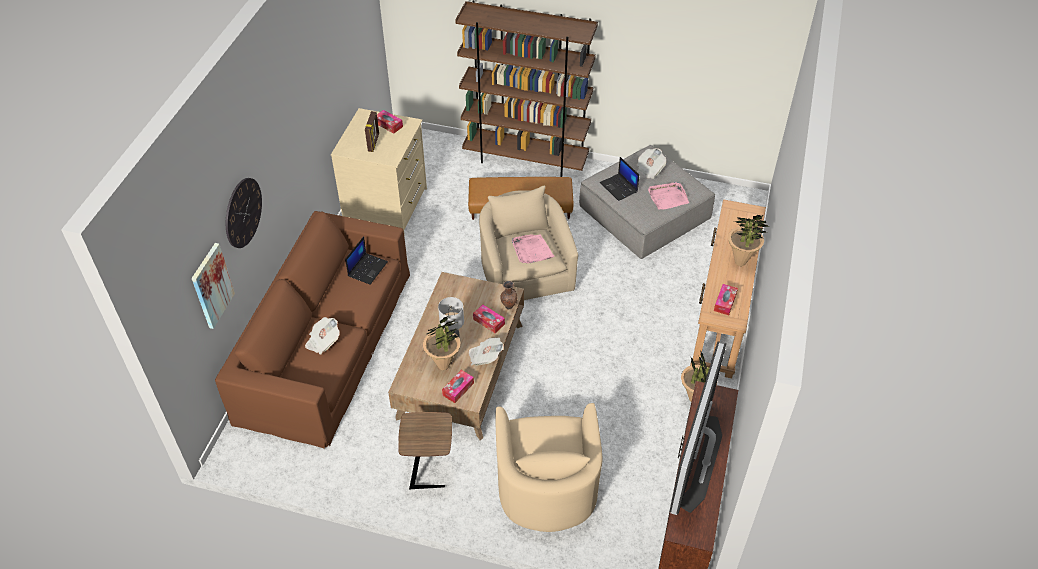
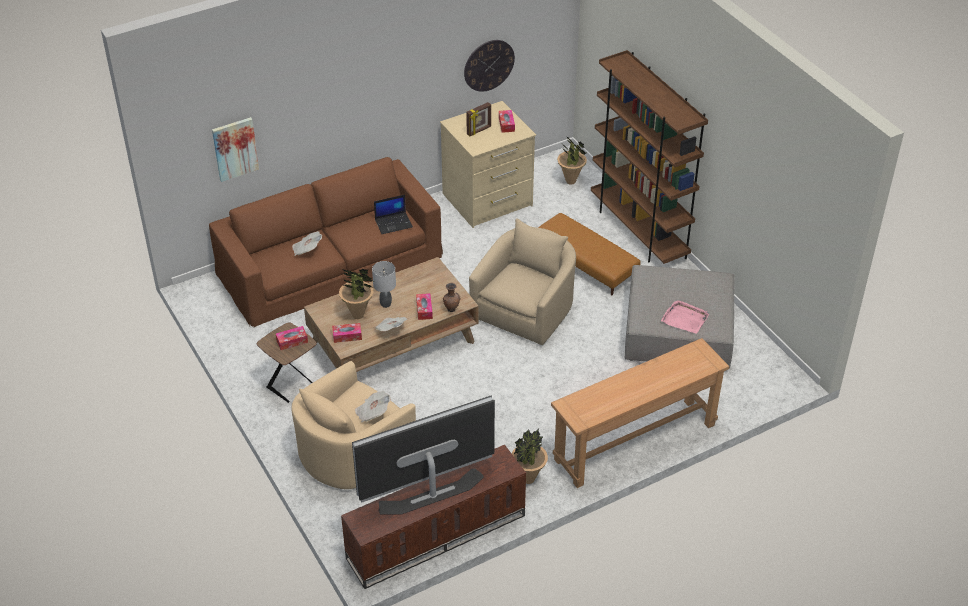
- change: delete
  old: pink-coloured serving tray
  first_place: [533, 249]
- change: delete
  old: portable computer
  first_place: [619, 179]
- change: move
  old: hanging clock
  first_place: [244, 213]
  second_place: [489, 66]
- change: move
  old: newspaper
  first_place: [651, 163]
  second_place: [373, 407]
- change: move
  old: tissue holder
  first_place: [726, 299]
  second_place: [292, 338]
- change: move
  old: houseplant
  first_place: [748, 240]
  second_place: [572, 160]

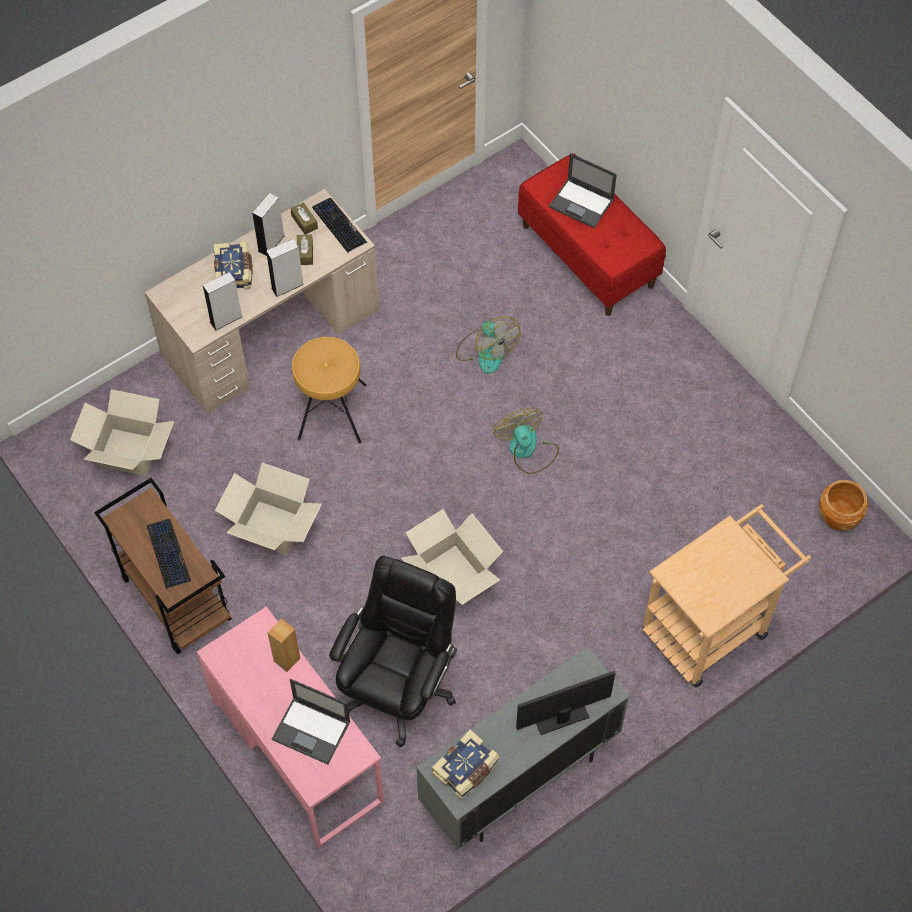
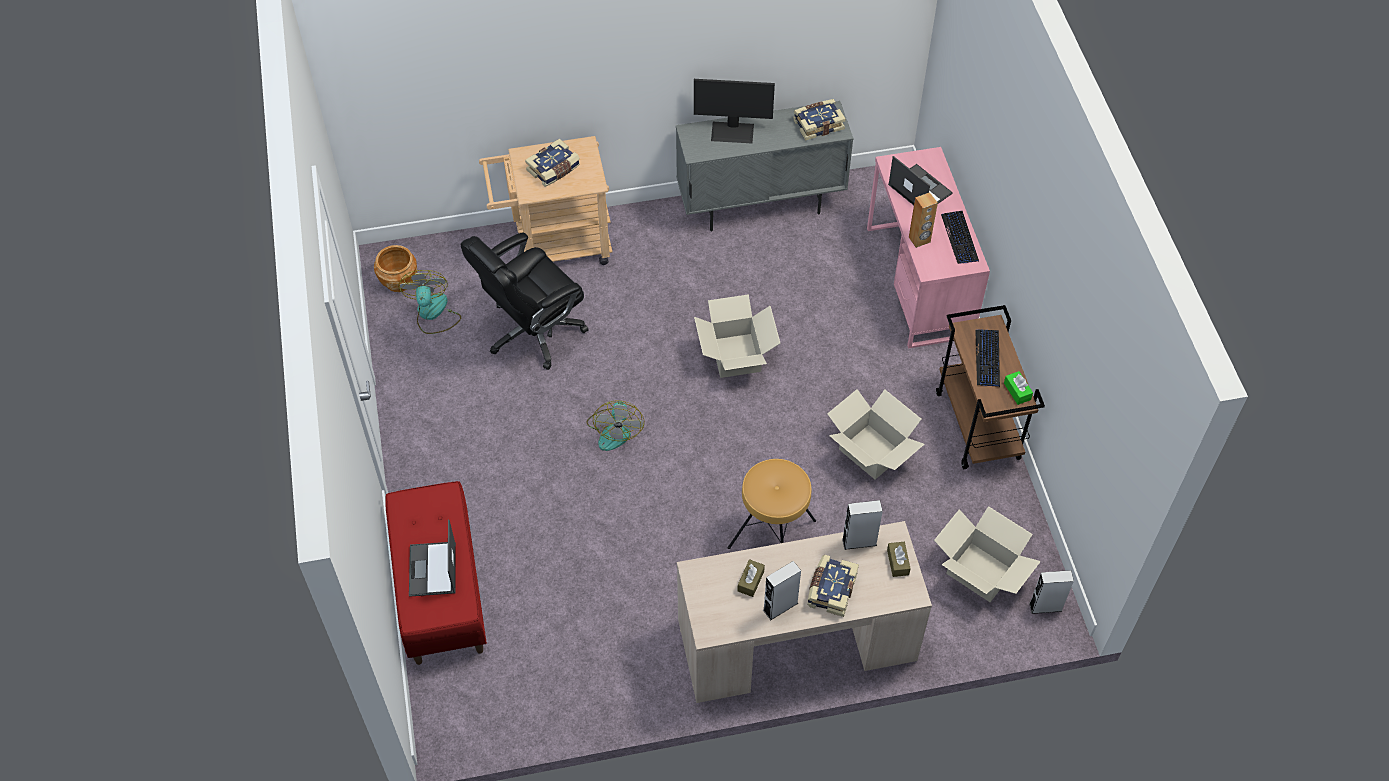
- change: insert
  new: book
  second_place: [552, 162]
- change: insert
  new: green-coloured tissue holder
  second_place: [1018, 388]
- change: move
  old: gray loudspeaker
  first_place: [285, 268]
  second_place: [1051, 592]
- change: move
  old: brown-coloured tissue holder
  first_place: [304, 218]
  second_place: [899, 559]
- change: move
  old: PC keyboard
  first_place: [340, 225]
  second_place: [960, 237]
- change: move
  old: black computer chair
  first_place: [393, 651]
  second_place: [524, 301]
- change: move
  old: cooling fan
  first_place: [488, 345]
  second_place: [429, 302]
- change: rotate
  old: portable computer
  first_place: [583, 190]
  second_place: [432, 558]
  degrees: -150

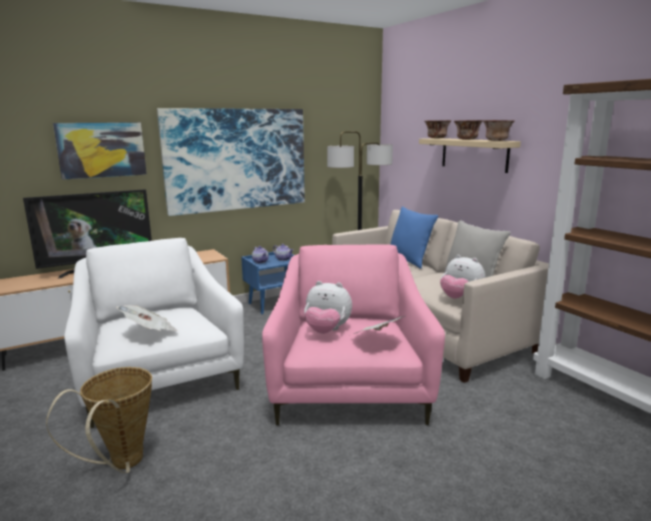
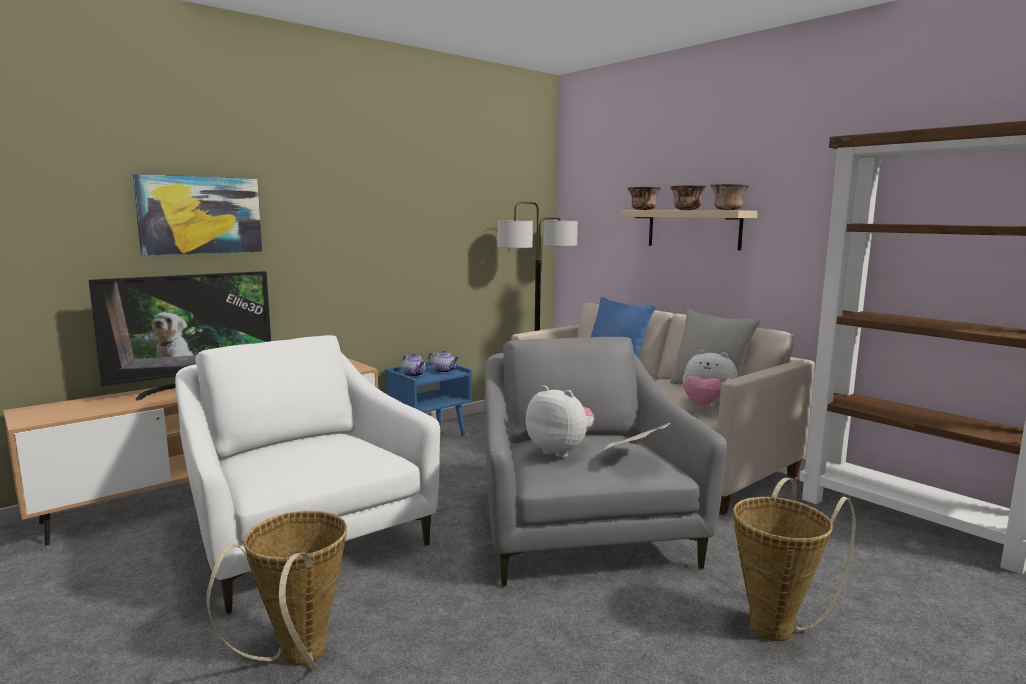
- change: delete
  old: newspaper
  first_place: [146, 318]
- change: delete
  old: picture
  first_place: [231, 162]
- change: insert
  new: household basket
  second_place: [794, 559]
- change: recolor
  old: pink-coloured lounge chair
  new: gray lounge chair
  first_place: [353, 335]
  second_place: [605, 462]
- change: rotate
  old: soft toy
  first_place: [328, 307]
  second_place: [560, 421]
  degrees: -150

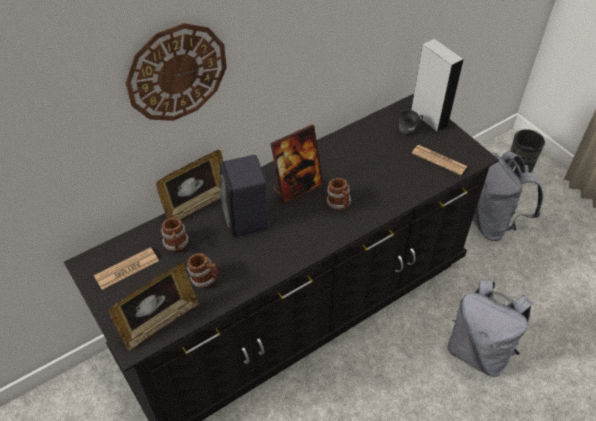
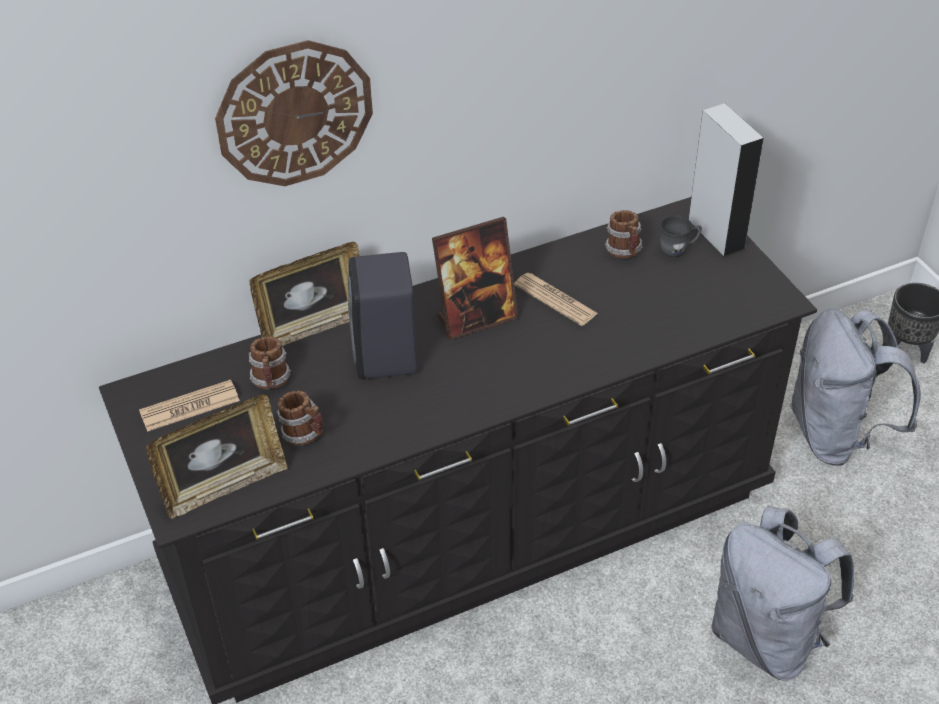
- change: move
  old: mug
  first_place: [339, 194]
  second_place: [624, 234]
- change: move
  old: newspaper
  first_place: [439, 160]
  second_place: [556, 299]

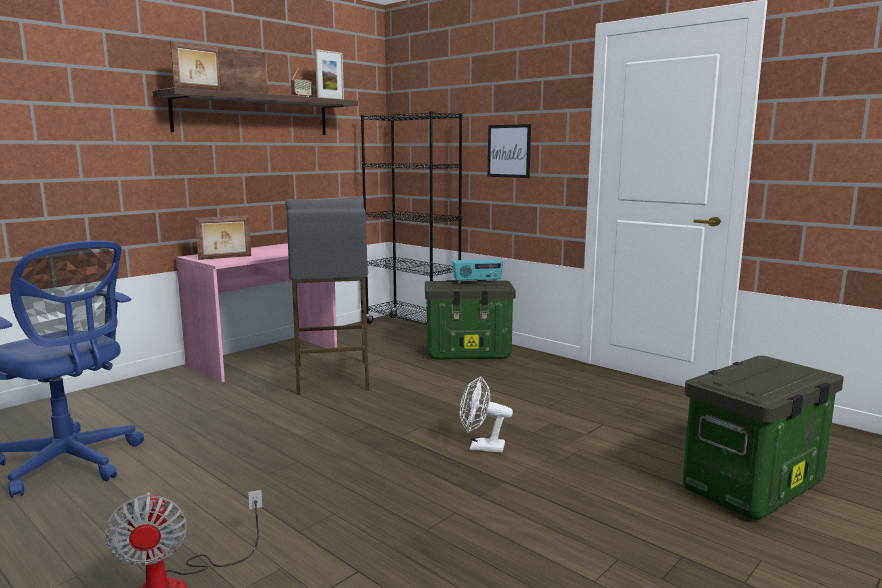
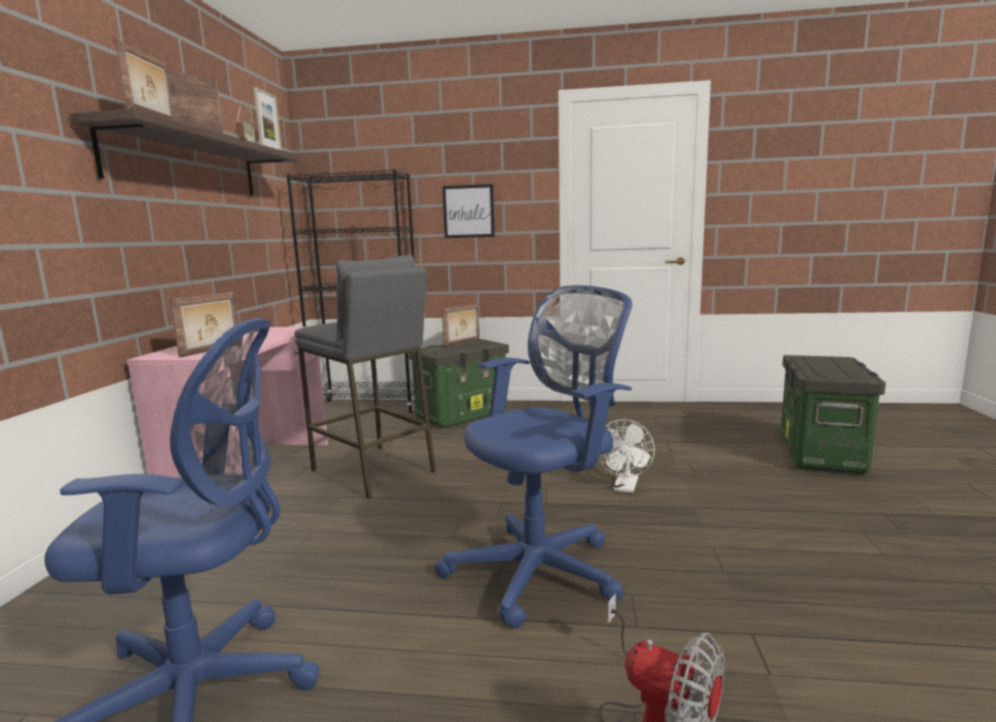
- change: insert
  new: blue-coloured computer chair
  second_place: [533, 456]
- change: replace
  old: radio receiver
  new: standing frame
  first_place: [477, 271]
  second_place: [461, 325]
- change: rotate
  old: whitish cooling fan
  first_place: [486, 414]
  second_place: [627, 456]
  degrees: -45

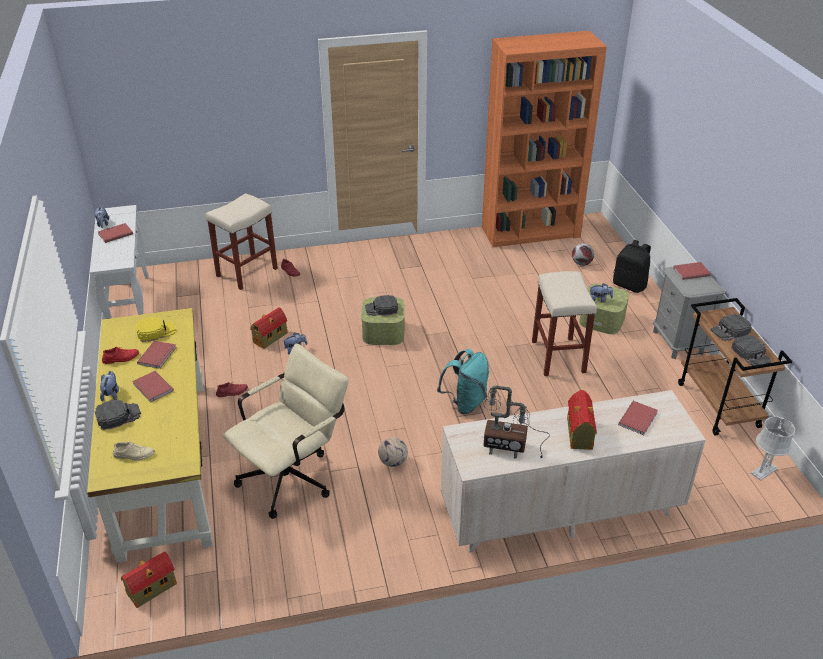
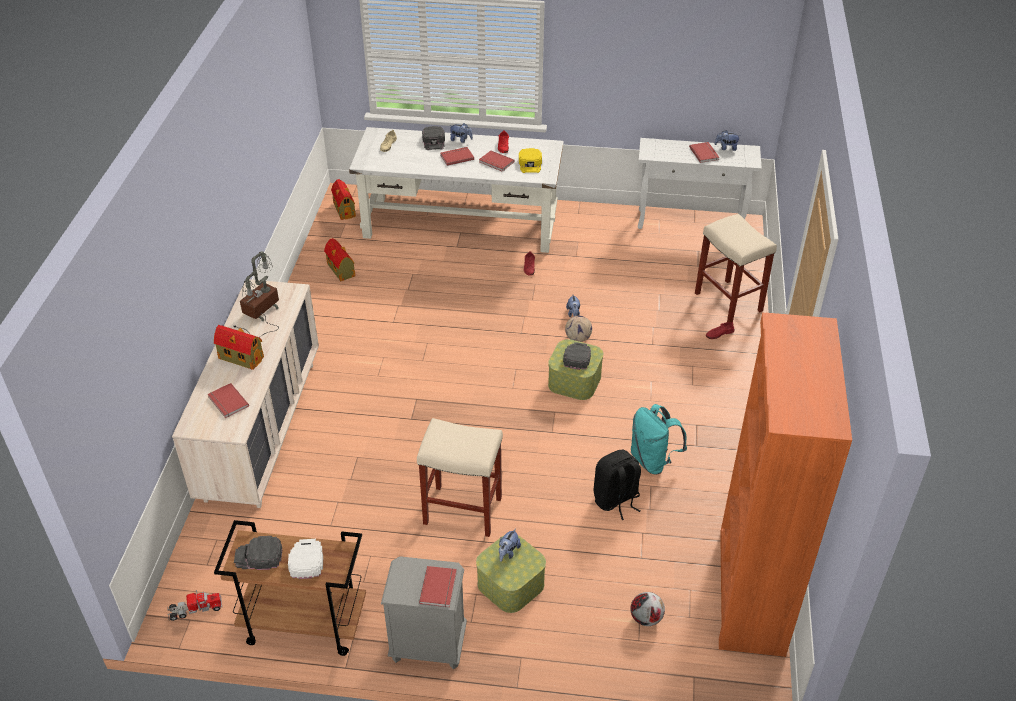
- change: delete
  old: sand-coloured computer chair
  first_place: [286, 431]
- change: move
  old: toy house
  first_place: [269, 328]
  second_place: [339, 259]
- change: move
  old: football
  first_place: [393, 452]
  second_place: [578, 329]
- change: move
  old: turquoise-coloured knapsack
  first_place: [463, 381]
  second_place: [659, 439]
- change: move
  old: black knapsack
  first_place: [632, 266]
  second_place: [617, 485]
- change: replace
  old: gray lamp for a table
  new: model truck
  first_place: [773, 449]
  second_place: [194, 605]
- change: recolor
  old: yellow-coloured desk unit
  new: whitish desk unit
  first_place: [150, 435]
  second_place: [456, 190]
- change: recolor
  old: black baseball cap
  new: whitish baseball cap
  first_place: [731, 327]
  second_place: [305, 559]

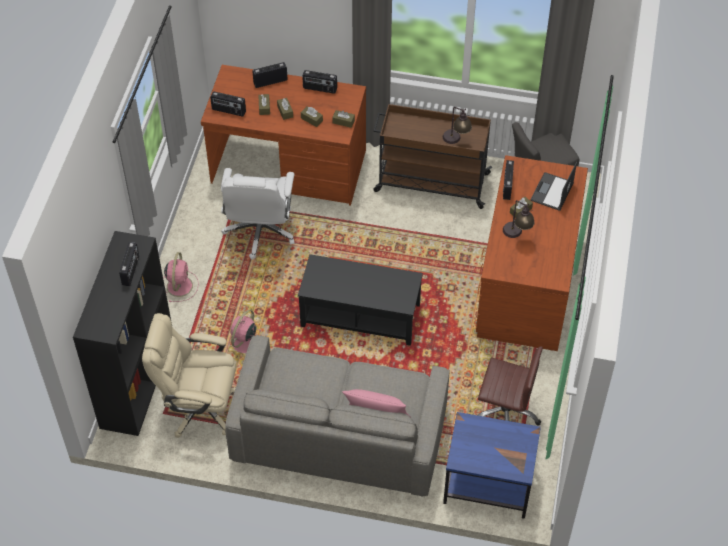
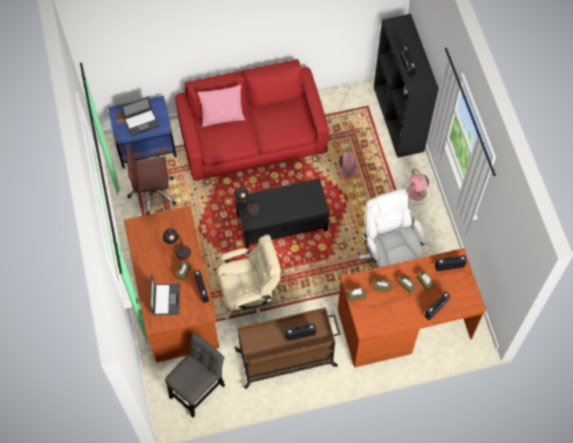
- change: insert
  new: portable computer
  second_place: [140, 116]
- change: move
  old: sand-coloured computer chair
  first_place: [189, 375]
  second_place: [249, 279]
- change: move
  old: radio receiver
  first_place: [319, 82]
  second_place: [301, 332]
- change: move
  old: lamp for a table
  first_place: [457, 125]
  second_place: [247, 201]
- change: recolor
  old: gray settee
  new: red-coloured settee
  first_place: [337, 416]
  second_place: [252, 120]

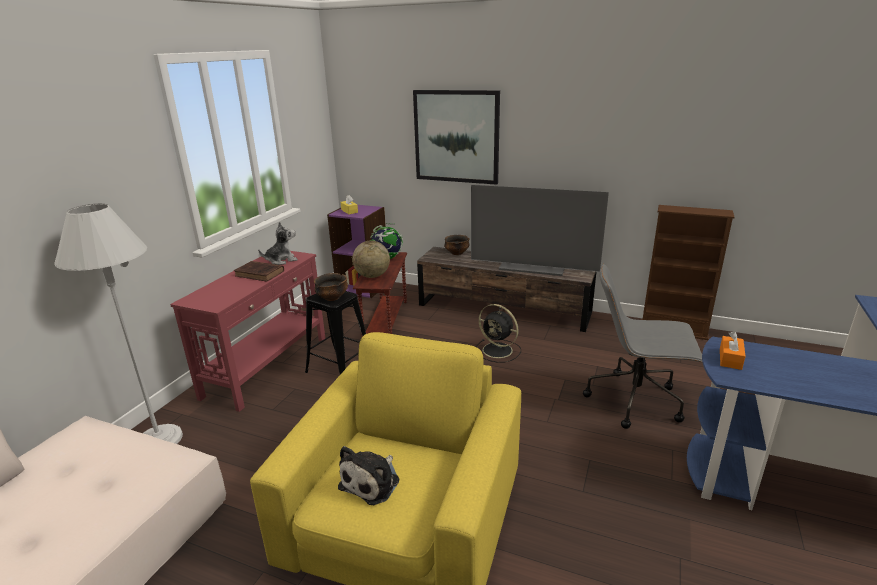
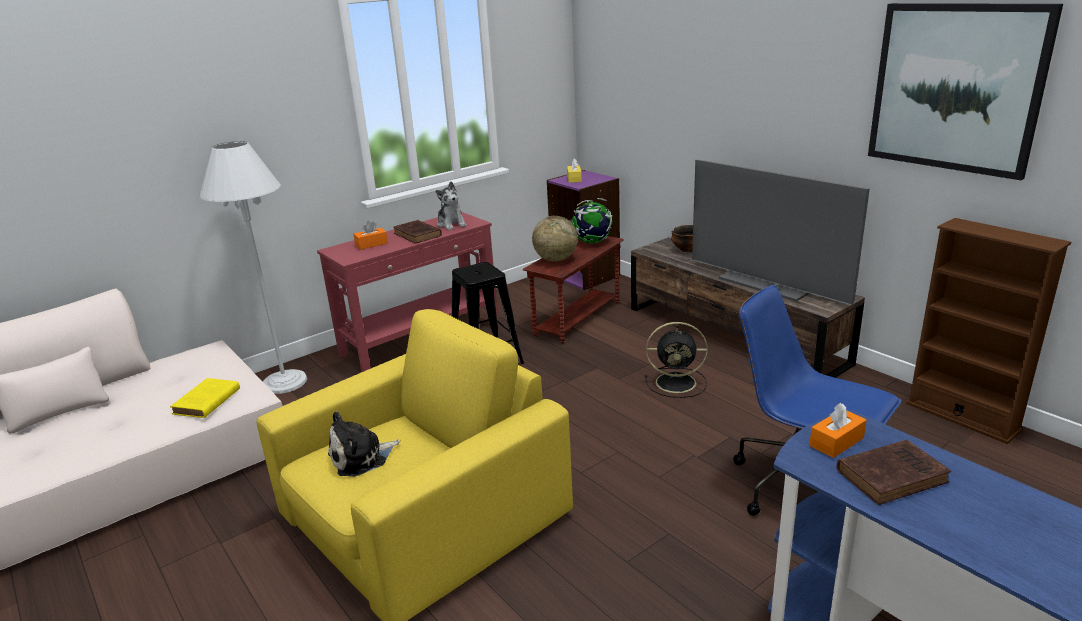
- change: delete
  old: deep dish
  first_place: [331, 287]
- change: insert
  new: yellow-coloured book
  second_place: [205, 398]
- change: insert
  new: orange tissue holder
  second_place: [371, 235]
- change: insert
  new: brown-coloured book
  second_place: [894, 472]
- change: move
  old: picture
  first_place: [456, 137]
  second_place: [965, 91]
- change: recolor
  old: gray computer chair
  new: blue-coloured computer chair
  first_place: [642, 346]
  second_place: [817, 400]
- change: rotate
  old: soft toy
  first_place: [278, 243]
  second_place: [451, 205]
  degrees: 60
- change: rotate
  old: black cooling fan
  first_place: [498, 333]
  second_place: [676, 360]
  degrees: -60

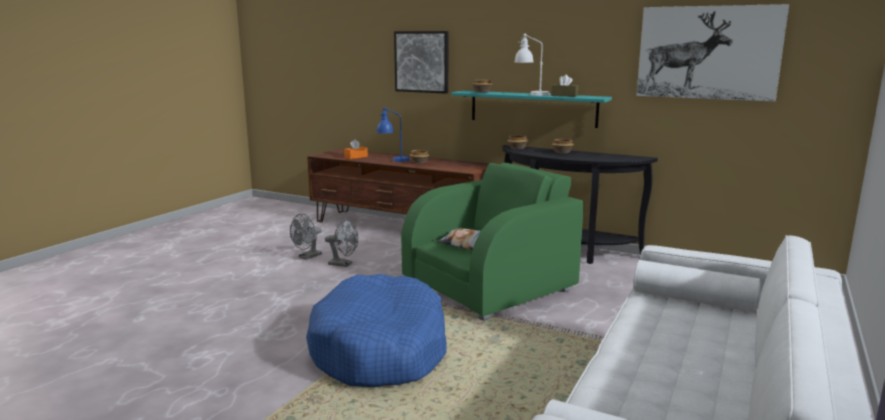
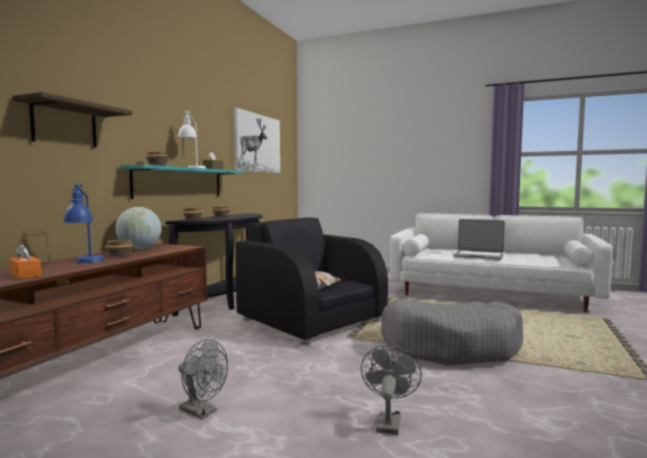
- change: insert
  new: desk globe
  second_place: [139, 228]
- change: insert
  new: portable computer
  second_place: [479, 239]
- change: move
  old: gray cooling fan
  first_place: [341, 243]
  second_place: [391, 390]
- change: replace
  old: picture
  new: wall shelf
  first_place: [421, 62]
  second_place: [72, 120]
- change: recolor
  old: blue-coloured dog bed
  new: gray dog bed
  first_place: [376, 330]
  second_place: [452, 332]
- change: recolor
  old: green-coloured lounge chair
  new: black lounge chair
  first_place: [492, 241]
  second_place: [311, 281]

